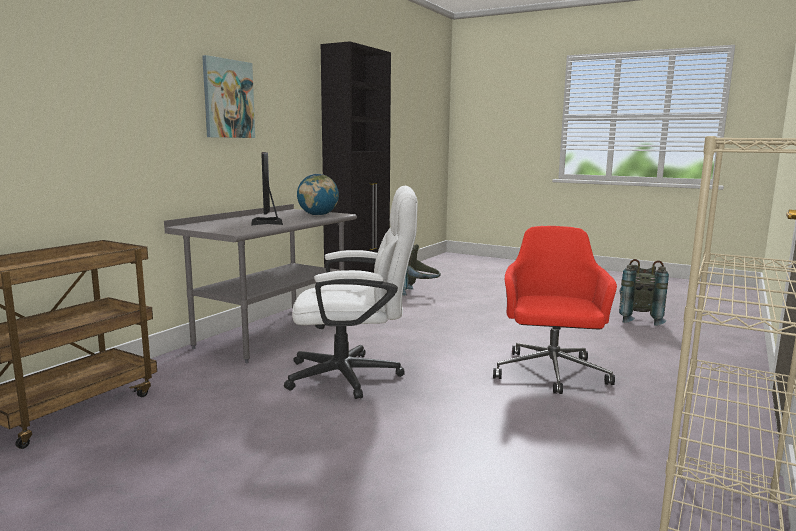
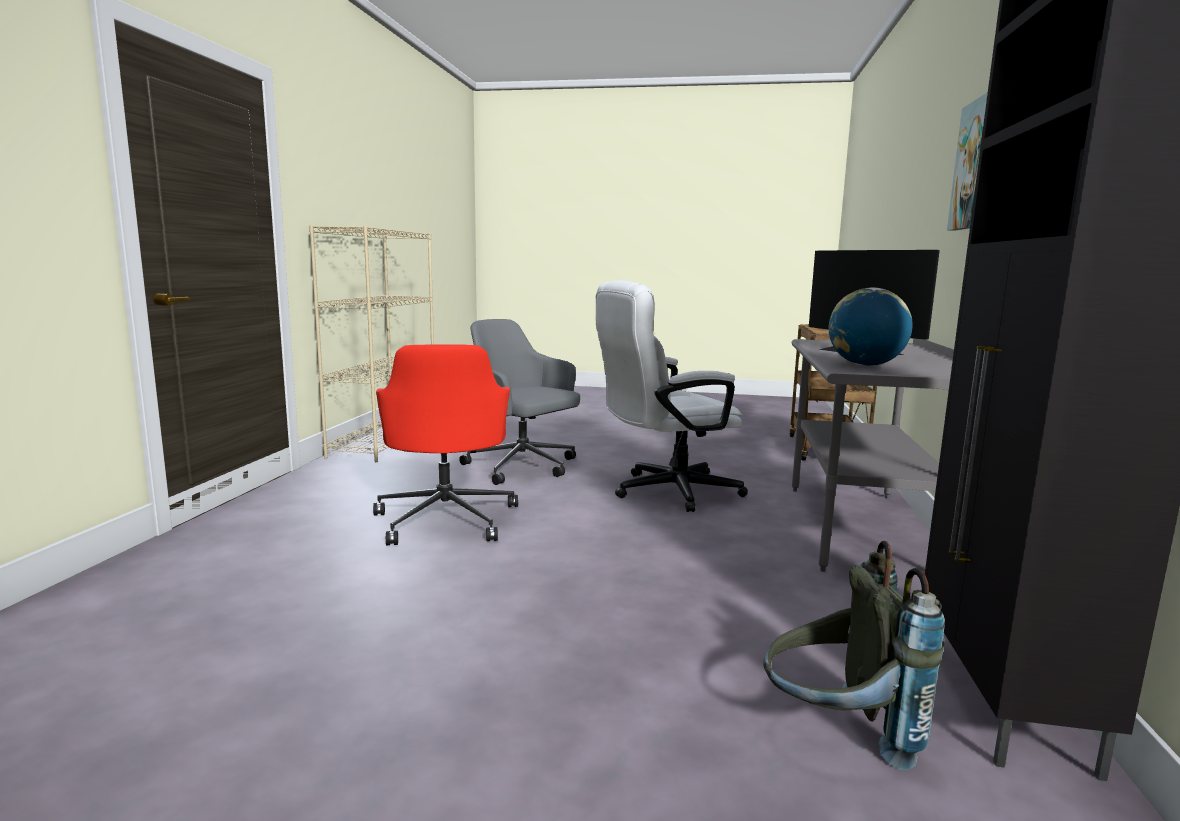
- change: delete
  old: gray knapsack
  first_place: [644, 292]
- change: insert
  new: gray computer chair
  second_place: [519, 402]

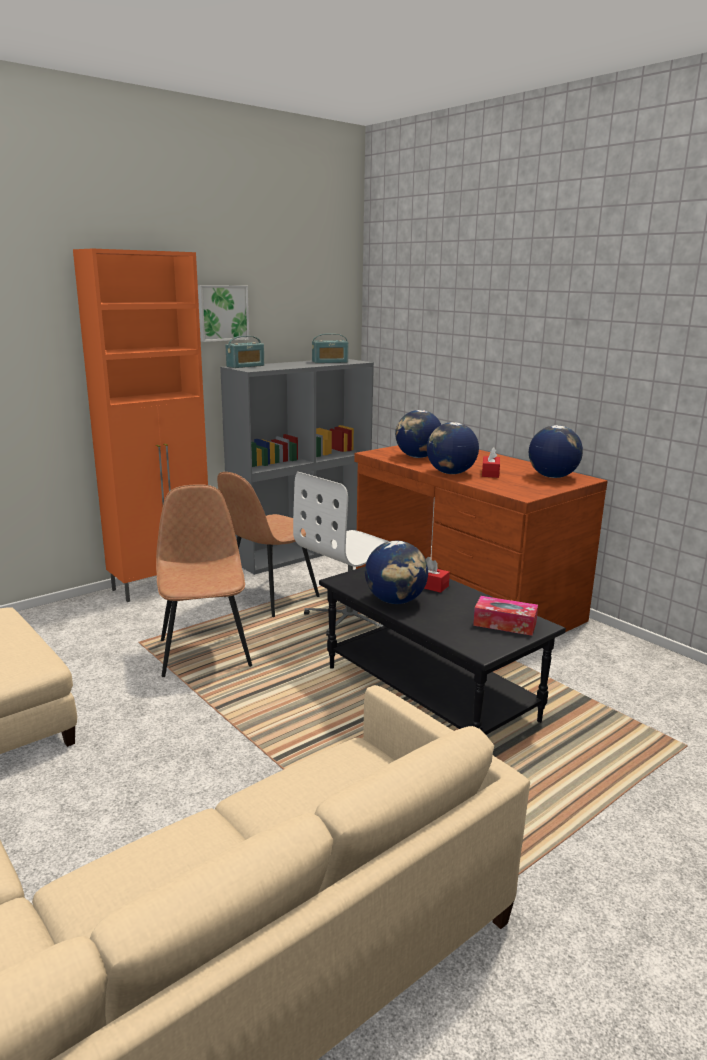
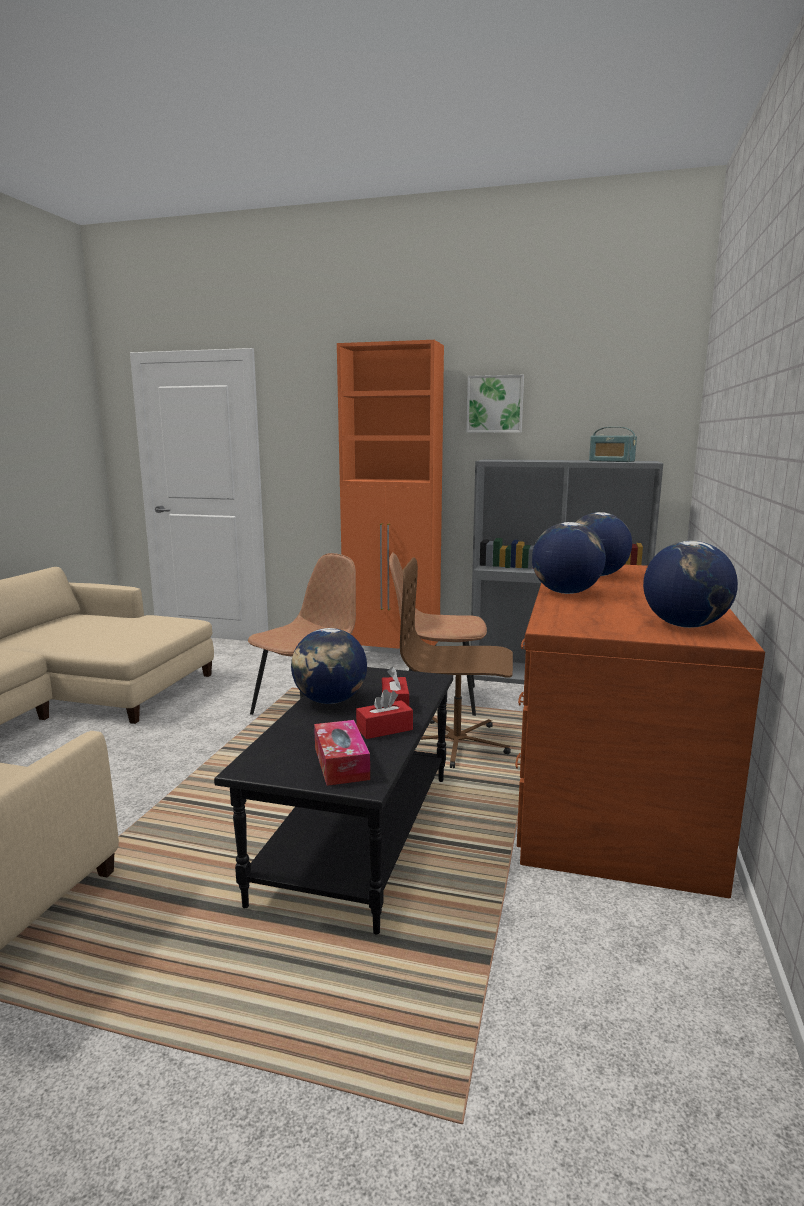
- change: delete
  old: radio receiver
  first_place: [244, 352]
- change: move
  old: red-coloured tissue holder
  first_place: [491, 462]
  second_place: [384, 714]
- change: recolor
  old: whitish computer chair
  new: brown-coloured computer chair
  first_place: [341, 554]
  second_place: [456, 663]

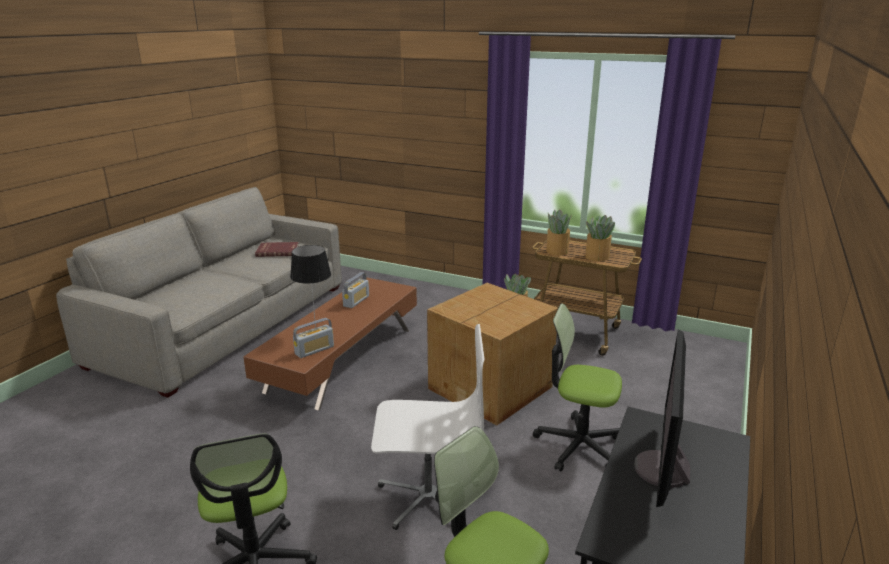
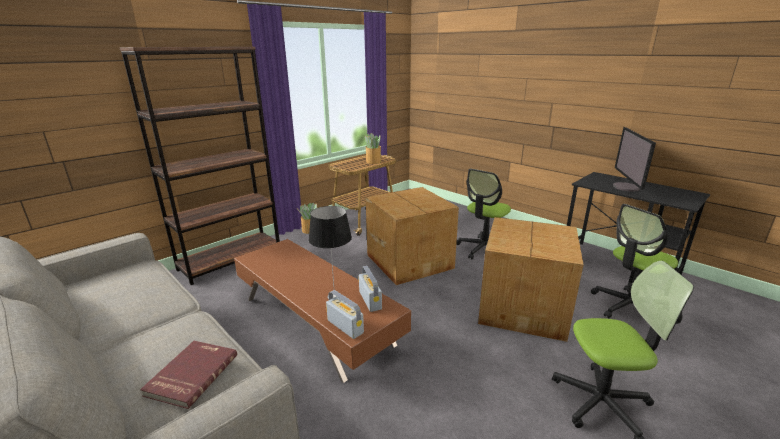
- change: delete
  old: houseplant
  first_place: [559, 232]
- change: insert
  new: brown-coloured bookshelf
  second_place: [200, 166]
- change: move
  old: red-coloured book
  first_place: [277, 249]
  second_place: [188, 375]
- change: move
  old: radio receiver
  first_place: [355, 290]
  second_place: [345, 314]
- change: replace
  old: whitish computer chair
  new: packing box
  first_place: [428, 427]
  second_place: [531, 279]
- change: rotate
  old: computer screen
  first_place: [662, 418]
  second_place: [634, 159]
  degrees: 60

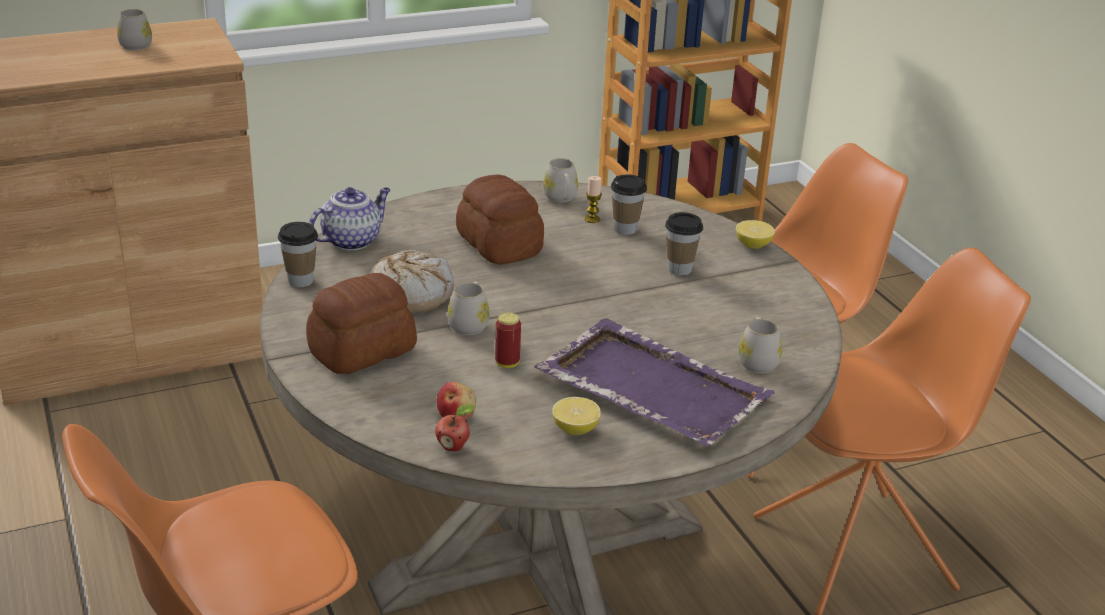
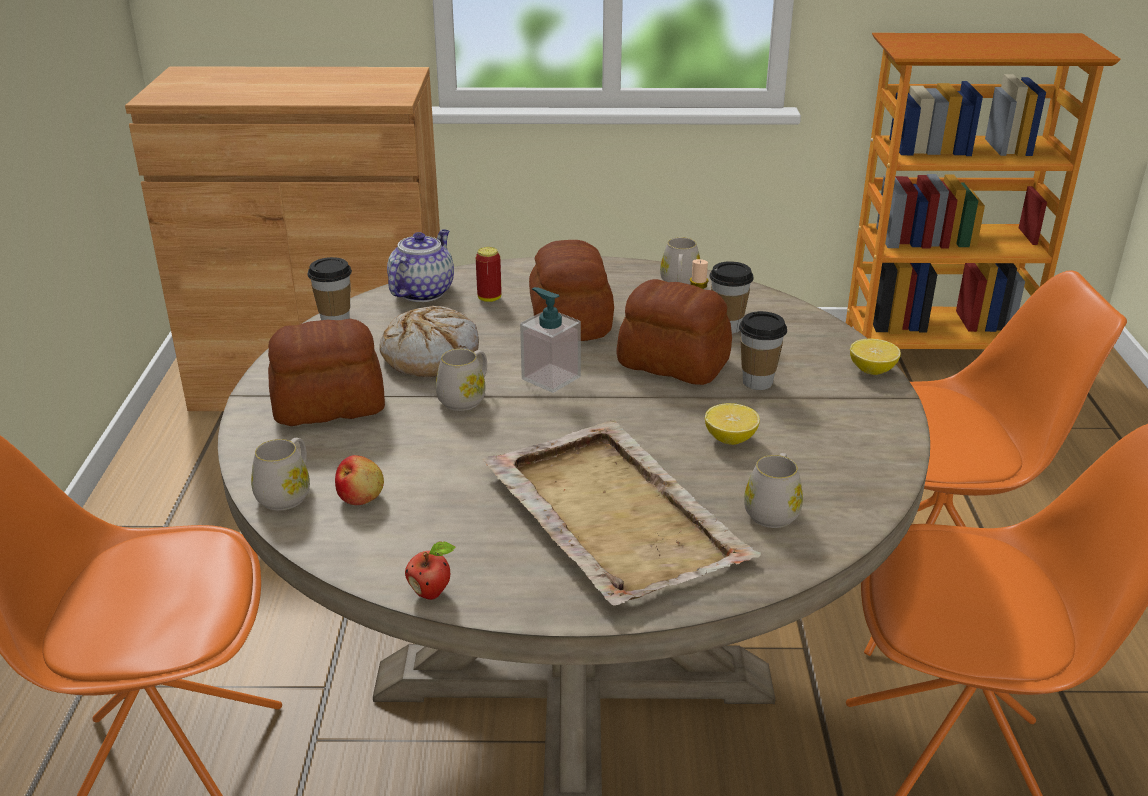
- change: insert
  new: soap bottle
  second_place: [550, 340]
- change: insert
  new: baked bread
  second_place: [674, 332]
- change: move
  old: whitish mug
  first_place: [134, 29]
  second_place: [280, 474]
- change: move
  old: whole apple
  first_place: [455, 427]
  second_place: [430, 570]
- change: move
  old: metal can
  first_place: [508, 340]
  second_place: [488, 274]
- change: move
  old: whole lemon
  first_place: [576, 416]
  second_place: [732, 424]
- change: recolor
  old: purple serving tray
  new: sand-coloured serving tray
  first_place: [654, 382]
  second_place: [622, 513]
- change: rotate
  old: teapot
  first_place: [350, 218]
  second_place: [420, 265]
  degrees: -45

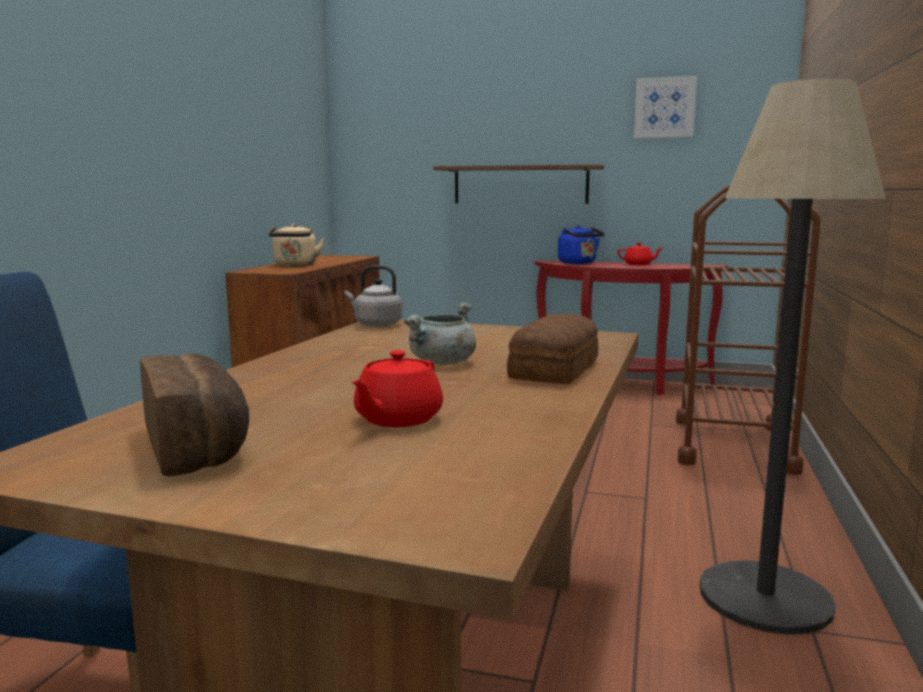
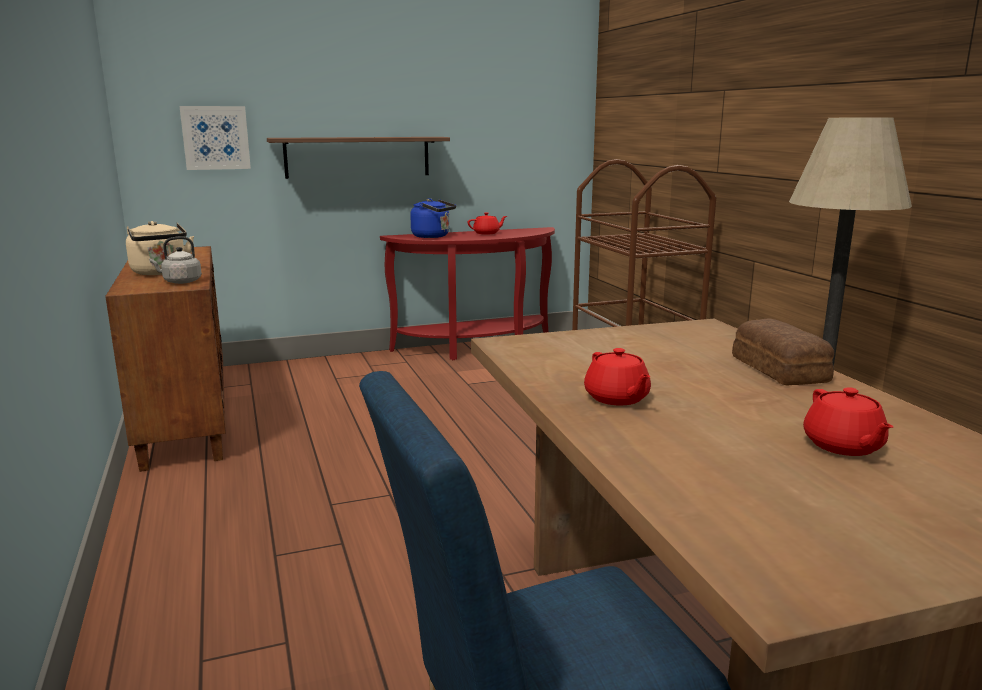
- change: delete
  old: baked bread
  first_place: [194, 415]
- change: delete
  old: gray saucepot
  first_place: [440, 333]
- change: insert
  new: red-coloured teapot
  second_place: [617, 376]
- change: move
  old: gray kettle
  first_place: [373, 296]
  second_place: [175, 260]
- change: move
  old: picture
  first_place: [665, 107]
  second_place: [215, 138]

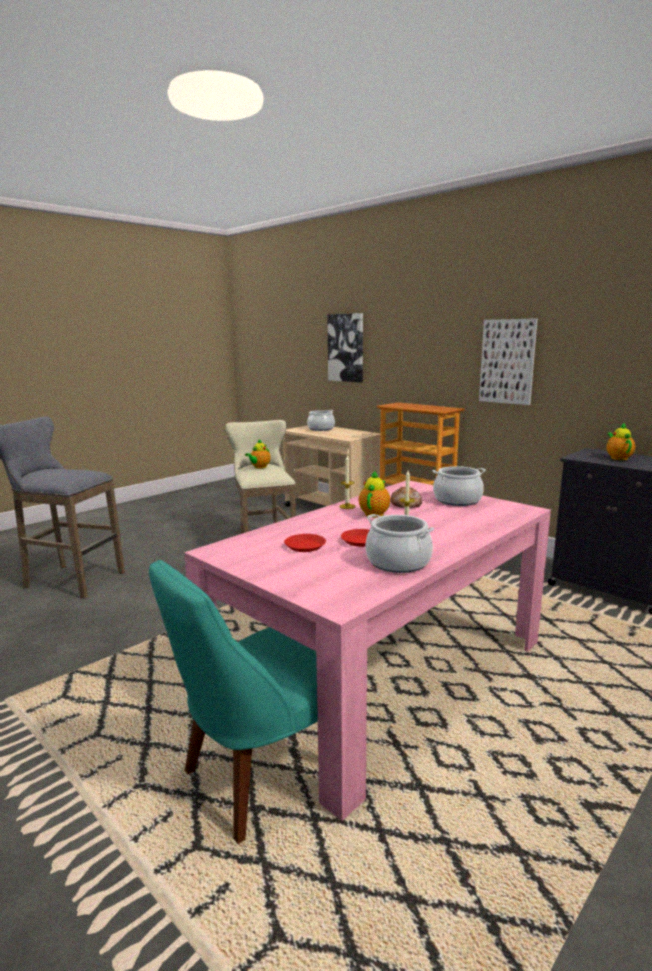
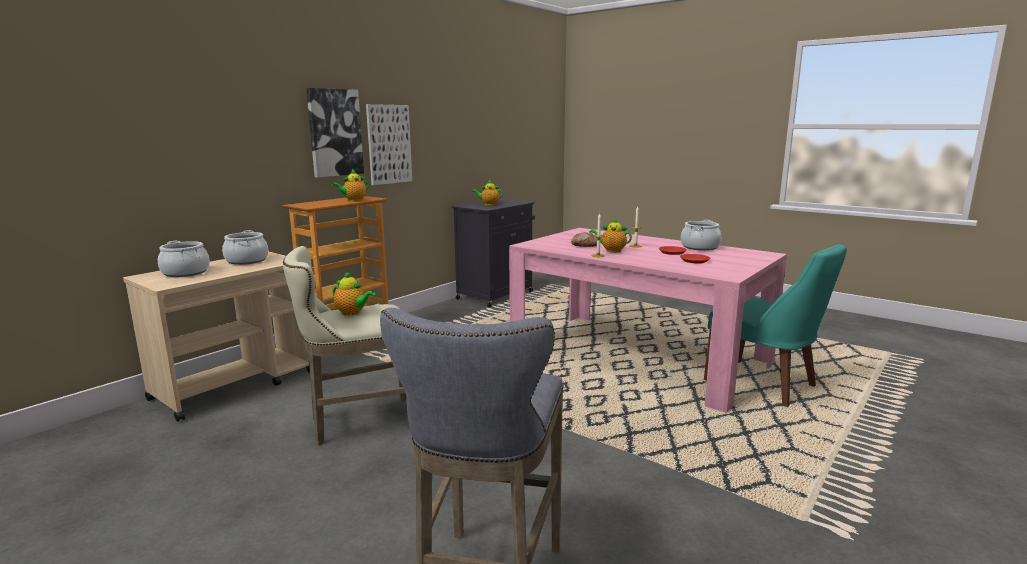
- change: insert
  new: teapot
  second_place: [350, 185]
- change: move
  old: picture
  first_place: [345, 348]
  second_place: [335, 133]
- change: move
  old: saucepot
  first_place: [459, 486]
  second_place: [245, 247]

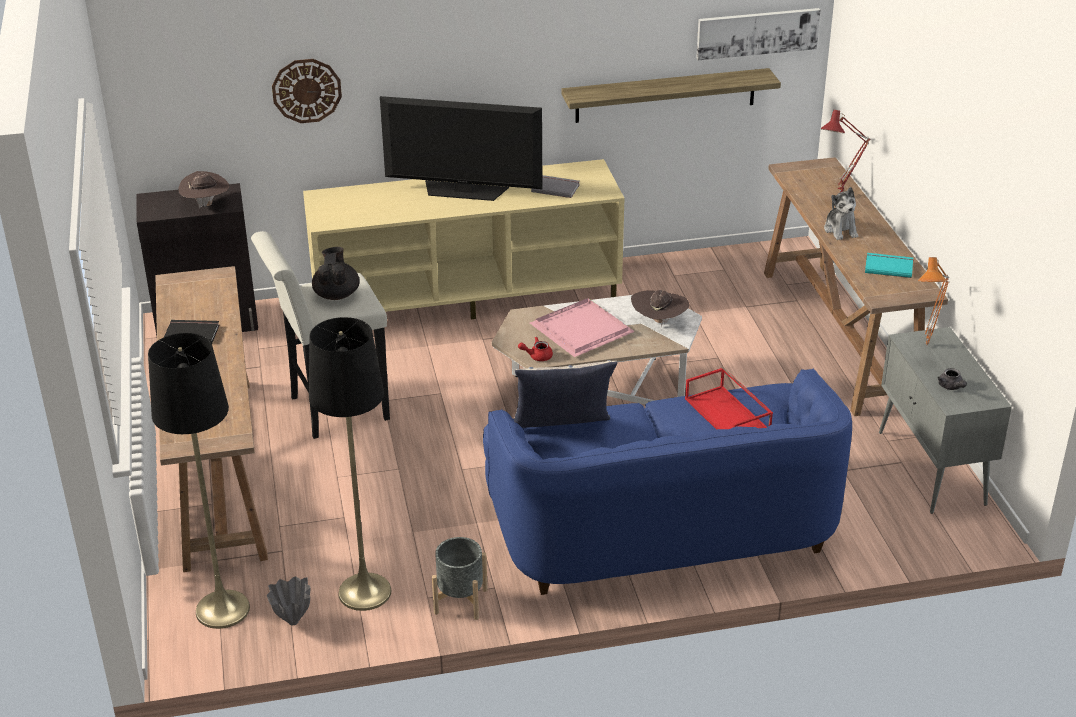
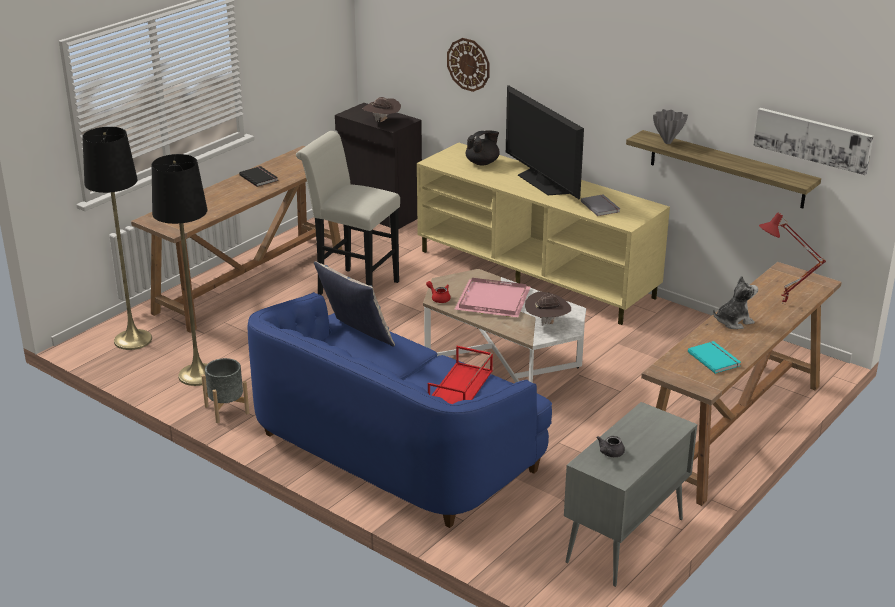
- change: delete
  old: orange lamp for a table
  first_place: [934, 302]
- change: move
  old: gray flower vase
  first_place: [289, 601]
  second_place: [670, 126]
- change: move
  old: black teapot
  first_place: [336, 273]
  second_place: [483, 148]
- change: rotate
  old: soft toy
  first_place: [841, 213]
  second_place: [735, 302]
  degrees: -150

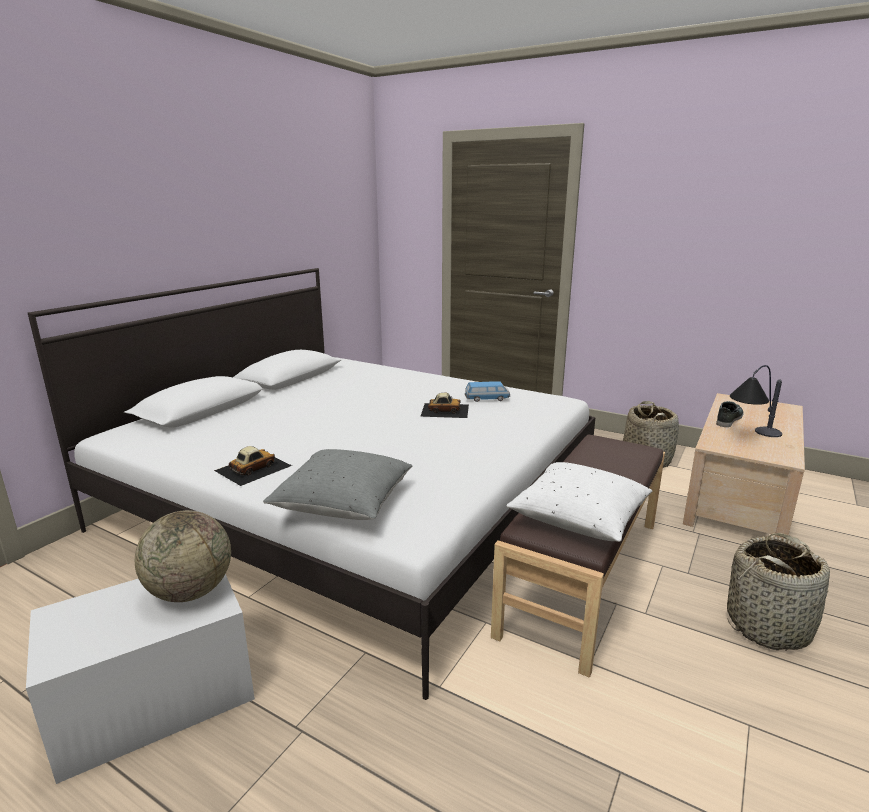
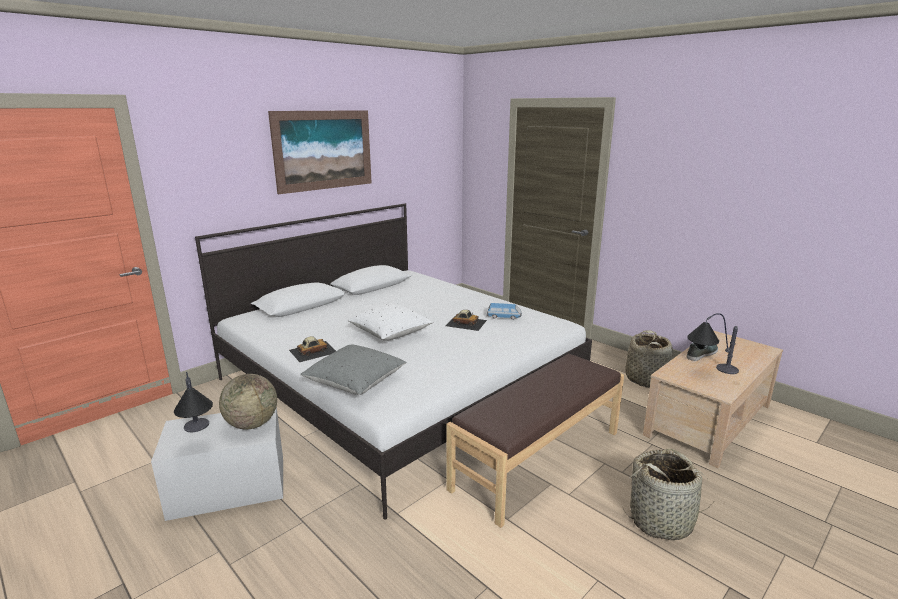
- change: insert
  new: lamp for a table
  second_place: [193, 402]
- change: insert
  new: picture
  second_place: [320, 152]
- change: move
  old: whitish pillow
  first_place: [579, 502]
  second_place: [390, 322]

